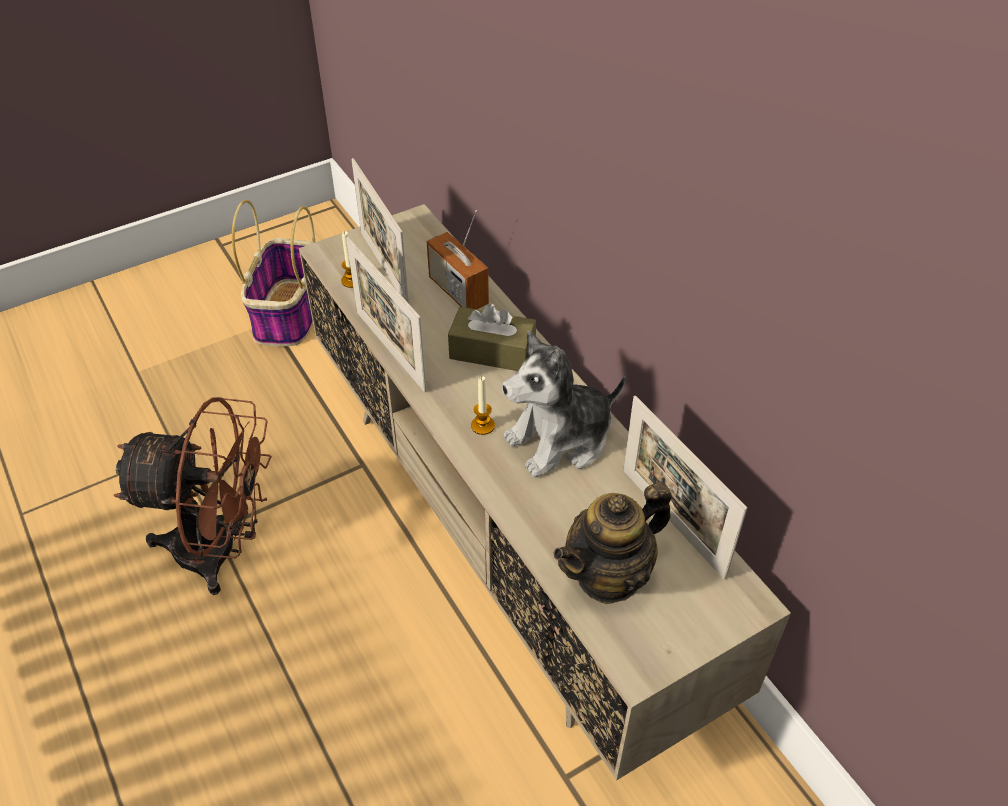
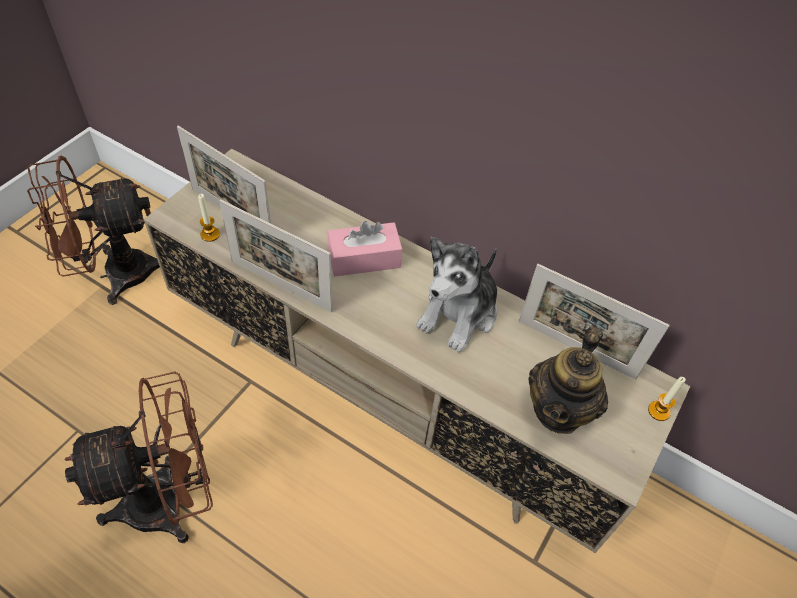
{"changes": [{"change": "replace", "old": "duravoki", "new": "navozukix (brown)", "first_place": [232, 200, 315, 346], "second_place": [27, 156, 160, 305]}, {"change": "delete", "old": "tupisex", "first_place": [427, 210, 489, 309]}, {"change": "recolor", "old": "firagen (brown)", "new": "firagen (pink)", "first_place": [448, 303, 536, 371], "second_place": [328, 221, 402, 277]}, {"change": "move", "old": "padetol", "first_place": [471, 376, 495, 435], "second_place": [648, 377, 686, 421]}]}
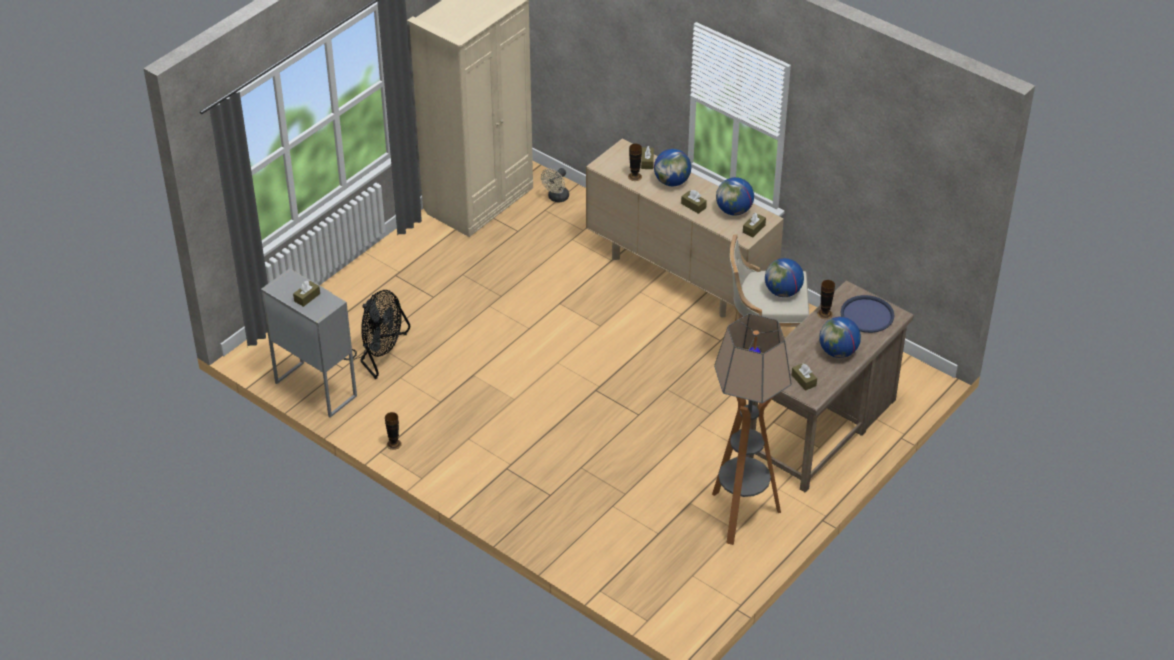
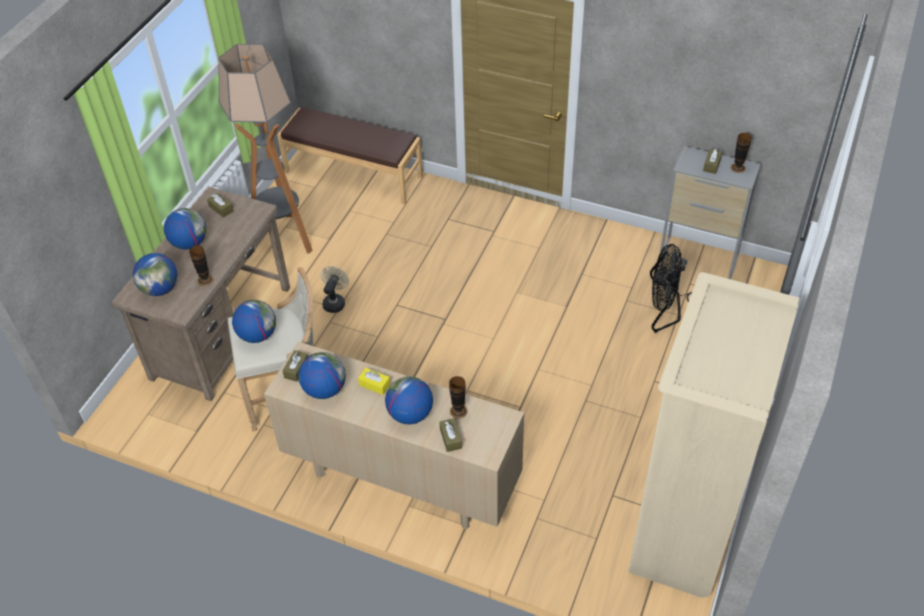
{"changes": [{"change": "move", "old": "navozukix (beige)", "first_place": [541, 168, 569, 203], "second_place": [321, 266, 349, 313]}, {"change": "recolor", "old": "firagen (brown)", "new": "firagen (yellow)", "first_place": [681, 190, 707, 214], "second_place": [358, 368, 391, 395]}, {"change": "replace", "old": "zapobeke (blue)", "new": "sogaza", "first_place": [841, 295, 895, 333], "second_place": [133, 253, 178, 296]}, {"change": "move", "old": "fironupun", "first_place": [385, 412, 402, 450], "second_place": [730, 133, 752, 173]}, {"change": "insert", "new": "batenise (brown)", "second_place": [277, 107, 423, 205]}]}
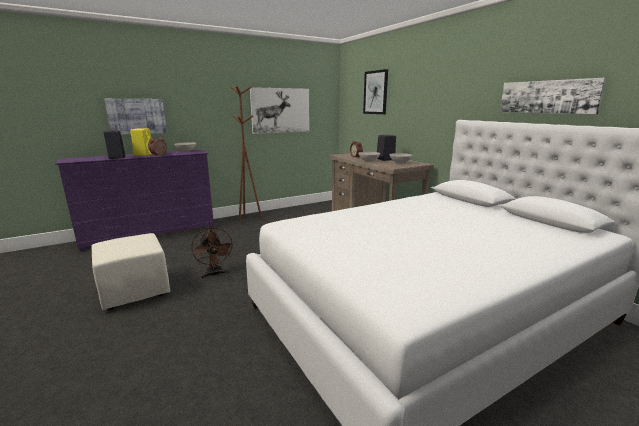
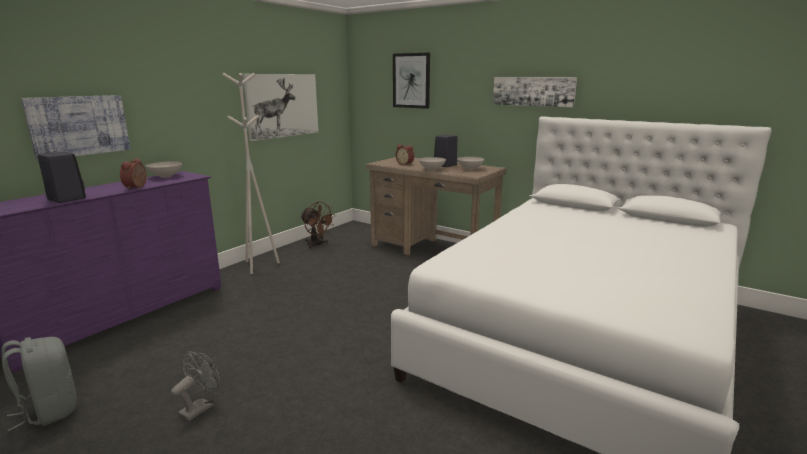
{"changes": [{"change": "move", "old": "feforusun", "first_place": [500, 78, 607, 114], "second_place": [493, 77, 577, 107]}, {"change": "recolor", "old": "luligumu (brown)", "new": "luligumu (grey)", "first_place": [231, 85, 262, 223], "second_place": [222, 73, 280, 274]}, {"change": "delete", "old": "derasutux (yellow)", "first_place": [130, 129, 152, 156]}, {"change": "move", "old": "navozukix (brown)", "first_place": [191, 227, 233, 279], "second_place": [300, 201, 336, 249]}, {"change": "replace", "old": "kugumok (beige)", "new": "navozukix (grey)", "first_place": [91, 233, 170, 310], "second_place": [171, 351, 220, 421]}, {"change": "insert", "new": "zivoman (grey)", "second_place": [2, 337, 77, 432]}]}
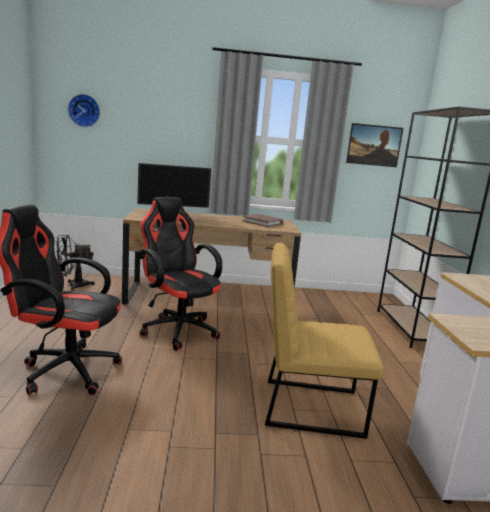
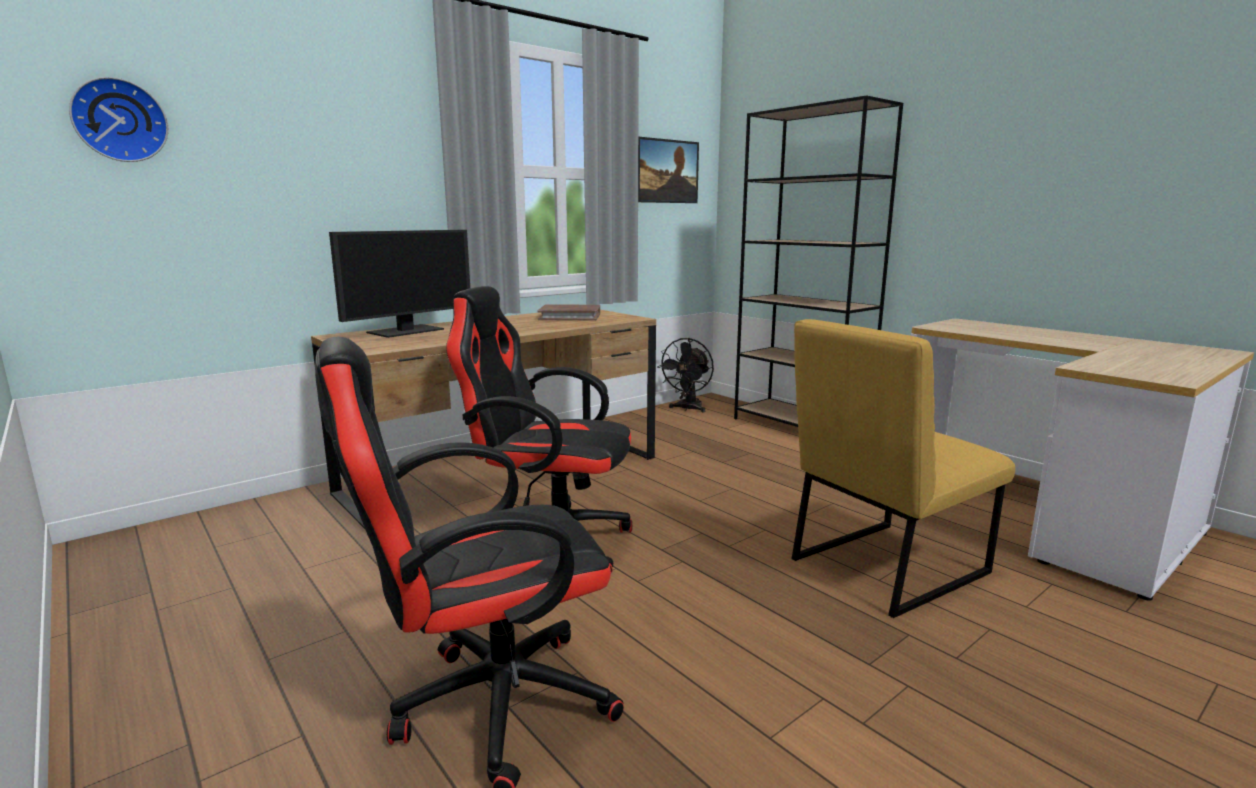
{"changes": [{"change": "move", "old": "navozukix (black)", "first_place": [56, 235, 95, 291], "second_place": [658, 338, 714, 412]}]}
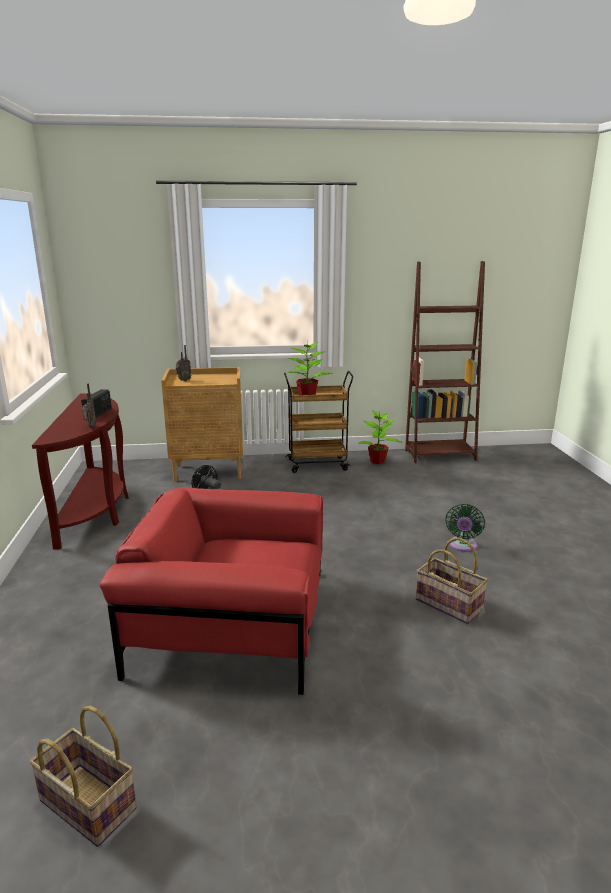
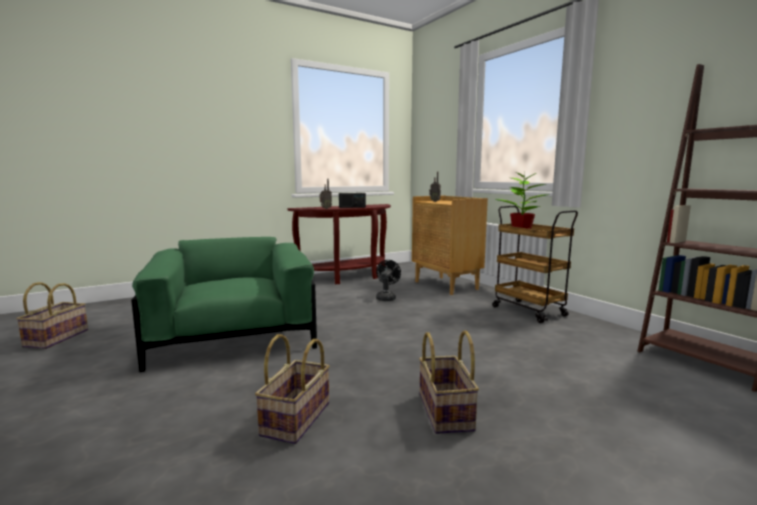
{"changes": [{"change": "delete", "old": "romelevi", "first_place": [358, 410, 403, 464]}, {"change": "recolor", "old": "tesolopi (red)", "new": "tesolopi (green)", "first_place": [99, 487, 323, 695], "second_place": [131, 237, 317, 372]}, {"change": "replace", "old": "navozukix (green)", "new": "duravoki", "first_place": [445, 504, 485, 552], "second_place": [419, 331, 479, 434]}]}
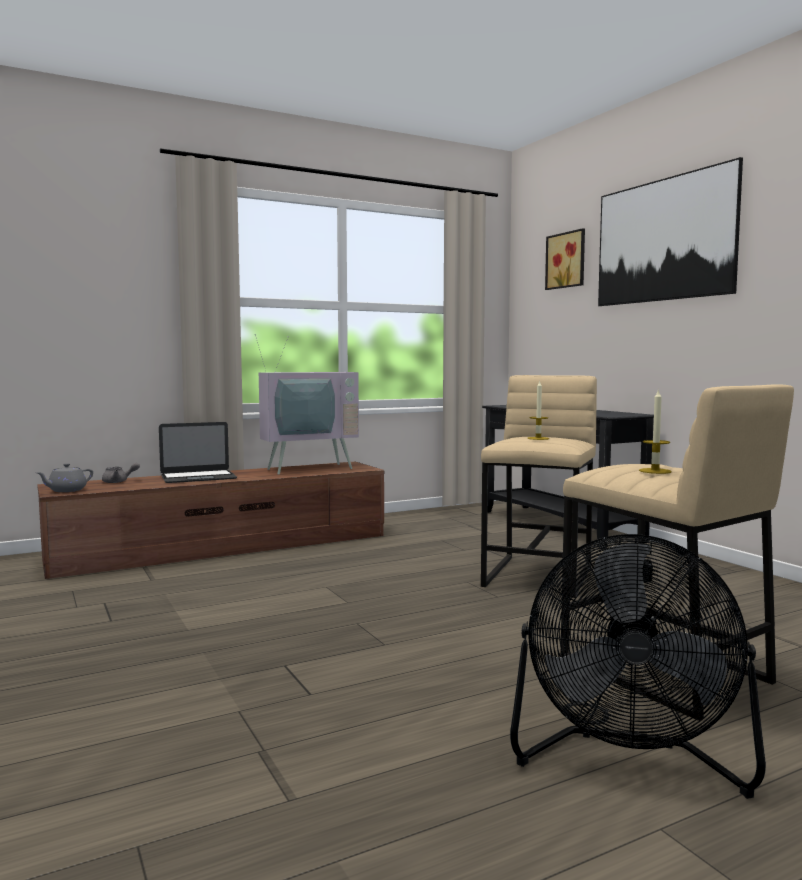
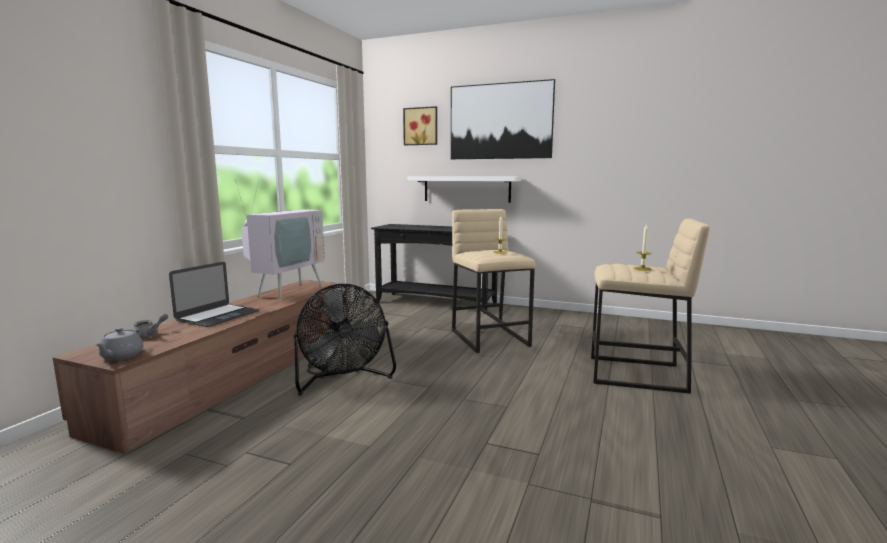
{"changes": [{"change": "move", "old": "navozukix (black)", "first_place": [510, 534, 766, 799], "second_place": [293, 284, 396, 396]}, {"change": "insert", "new": "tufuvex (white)", "second_place": [407, 176, 521, 203]}]}
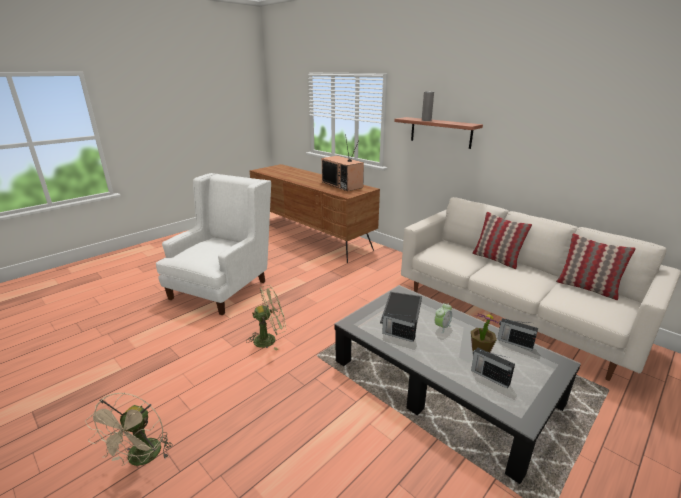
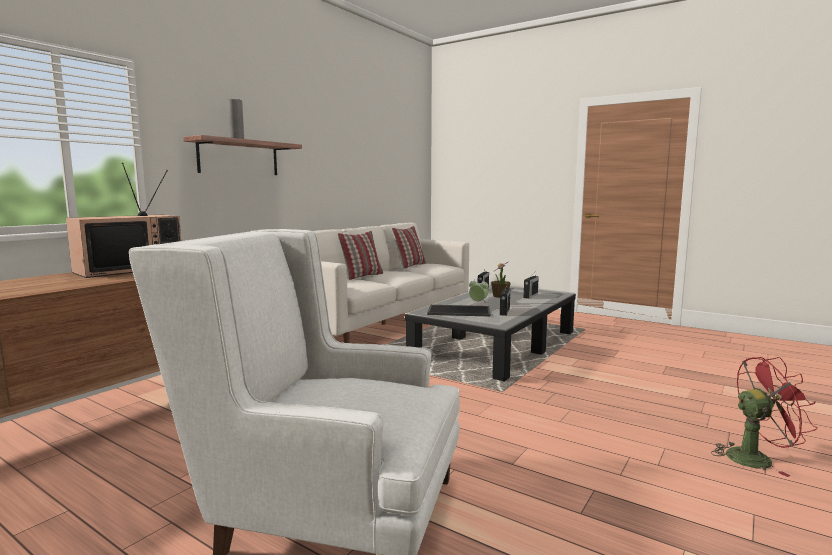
{"changes": [{"change": "delete", "old": "navozukix (green)", "first_place": [247, 285, 286, 351]}, {"change": "recolor", "old": "navozukix (beige)", "new": "navozukix (red)", "first_place": [85, 392, 173, 466], "second_place": [711, 357, 817, 477]}]}
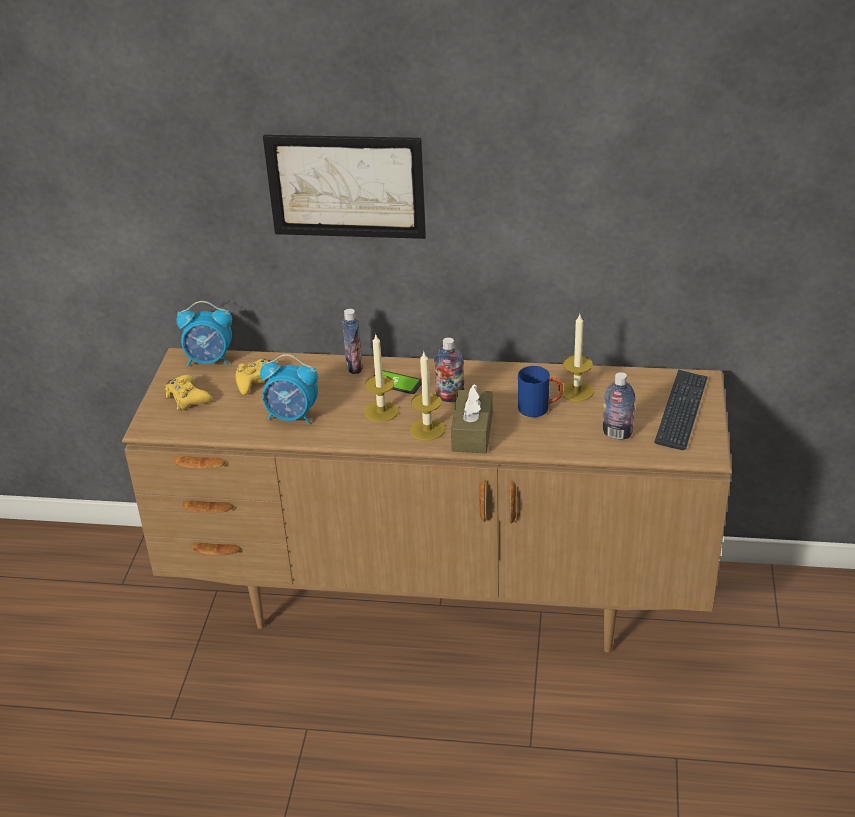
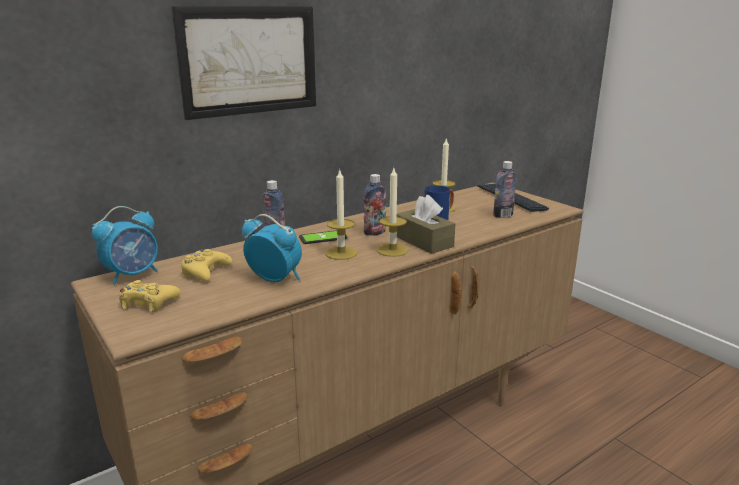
{"changes": [{"change": "rotate", "old": "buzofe", "first_place": [260, 354, 318, 424], "second_place": [242, 214, 302, 282], "degrees": -120}]}
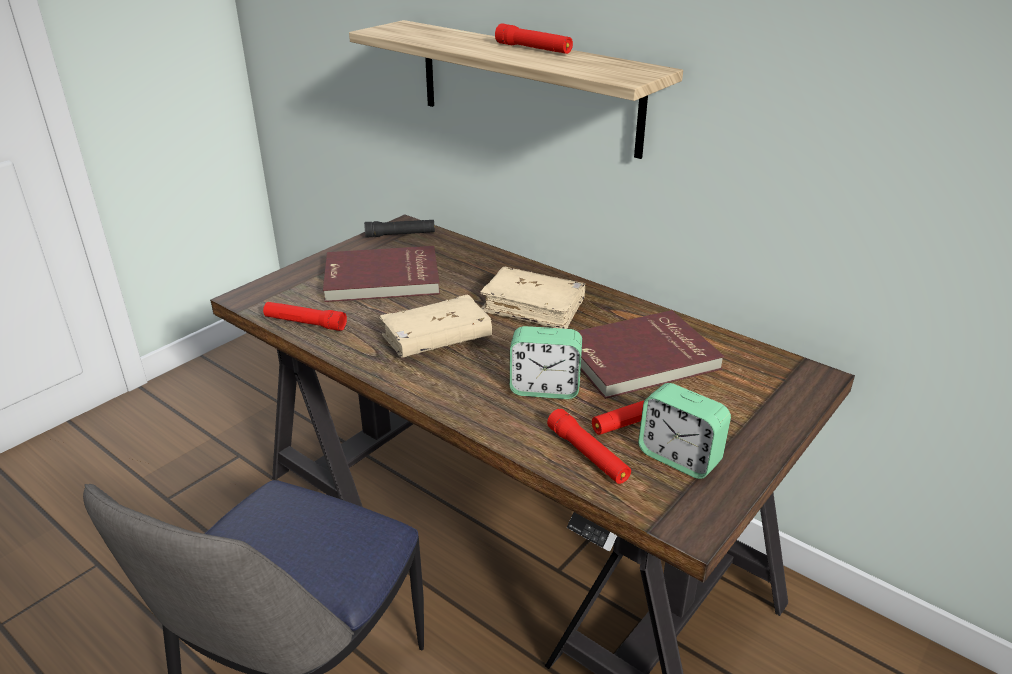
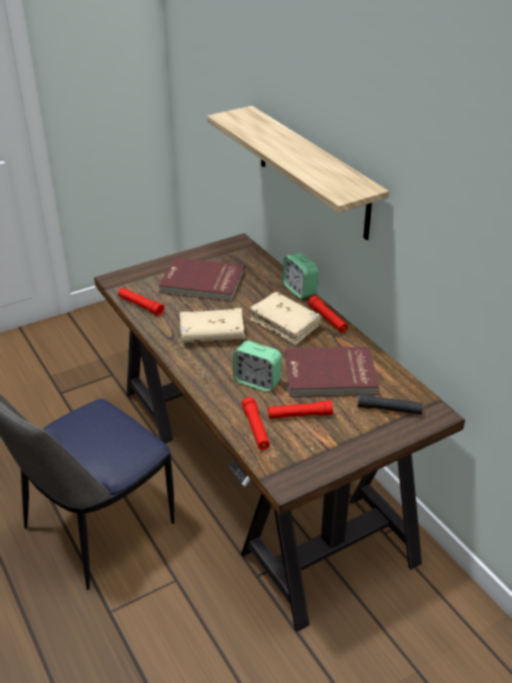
{"changes": [{"change": "move", "old": "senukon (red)", "first_place": [495, 23, 573, 54], "second_place": [308, 296, 348, 333]}, {"change": "move", "old": "senukon (black)", "first_place": [364, 220, 435, 238], "second_place": [358, 393, 423, 414]}, {"change": "move", "old": "buzofe", "first_place": [638, 383, 731, 479], "second_place": [282, 252, 319, 299]}]}
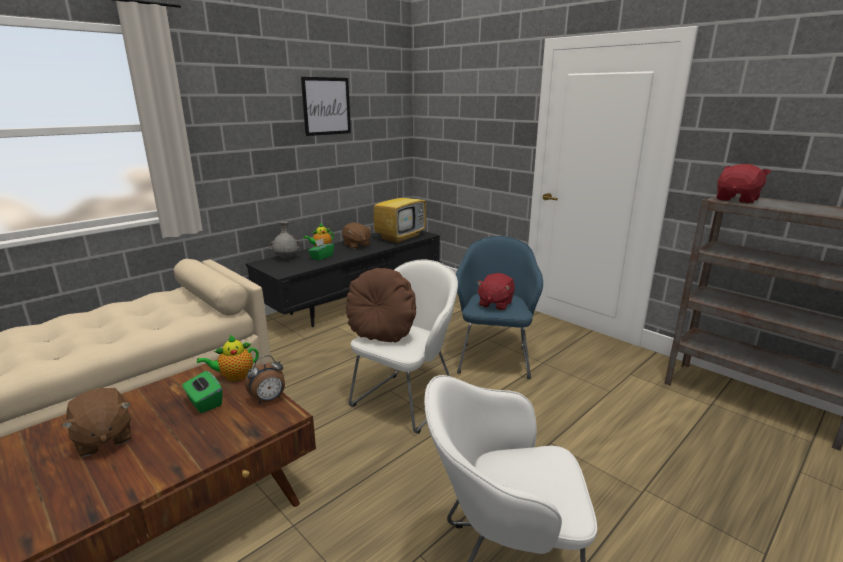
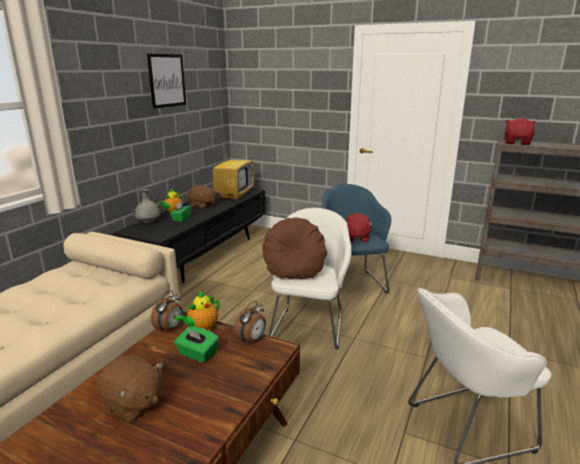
{"changes": [{"change": "insert", "new": "buzofe", "second_place": [151, 290, 183, 334]}]}
